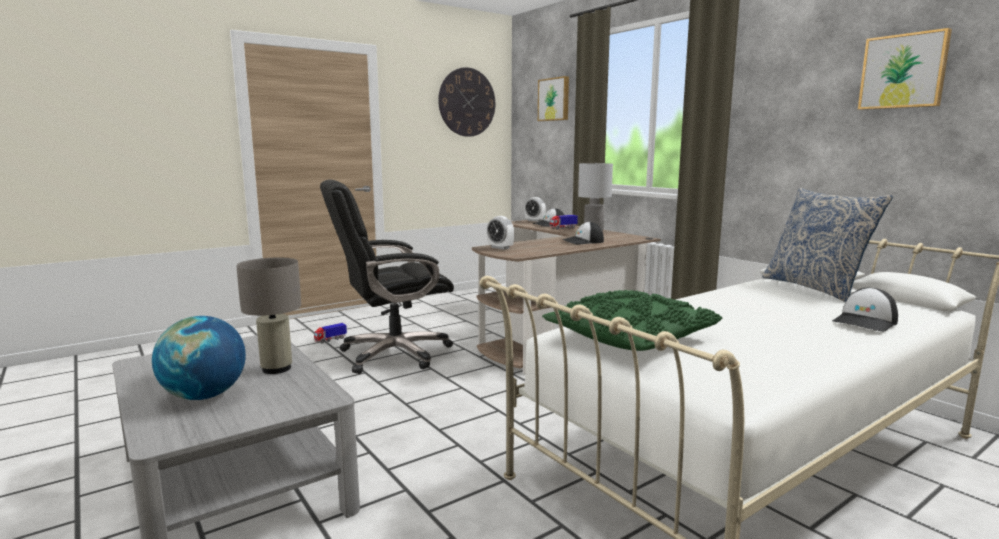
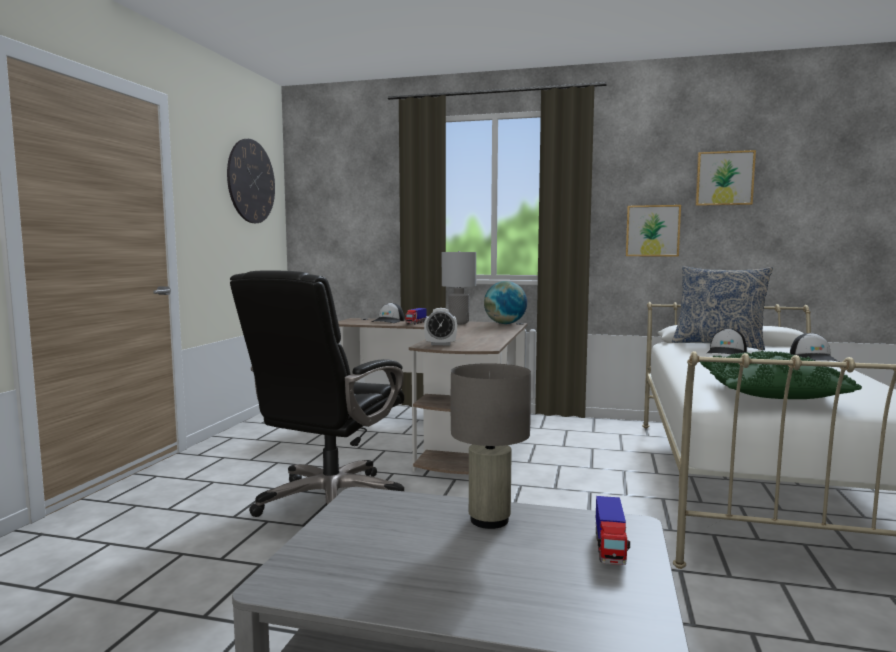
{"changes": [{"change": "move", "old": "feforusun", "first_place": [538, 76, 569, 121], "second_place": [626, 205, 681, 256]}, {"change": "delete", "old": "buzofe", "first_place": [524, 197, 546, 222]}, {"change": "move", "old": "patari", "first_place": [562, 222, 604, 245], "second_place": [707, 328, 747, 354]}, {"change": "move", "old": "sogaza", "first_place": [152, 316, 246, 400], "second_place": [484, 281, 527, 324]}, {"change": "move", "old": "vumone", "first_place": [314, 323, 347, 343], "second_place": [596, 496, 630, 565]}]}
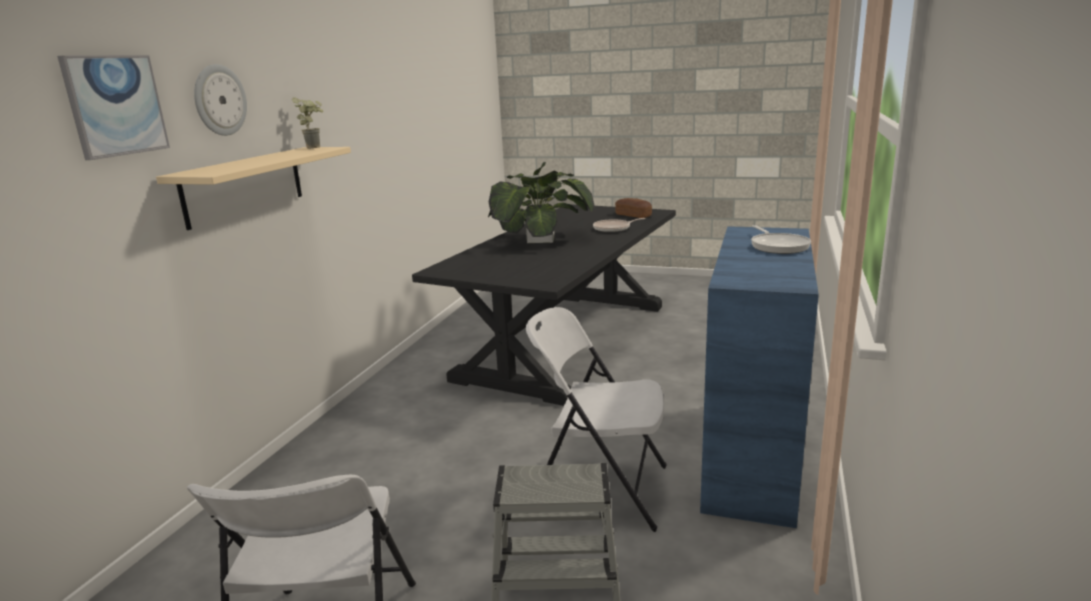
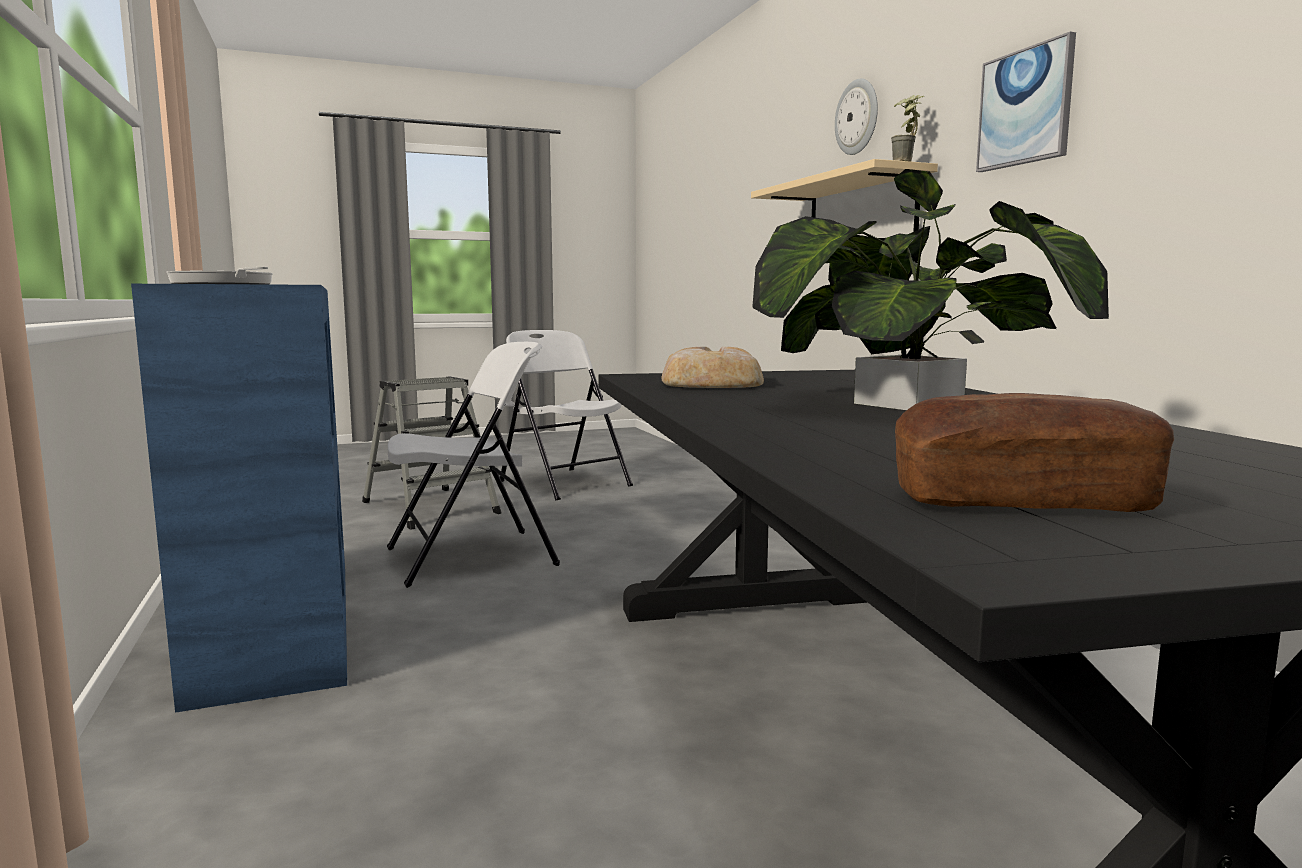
{"changes": [{"change": "move", "old": "feforusun", "first_place": [57, 55, 170, 160], "second_place": [976, 32, 1076, 172]}, {"change": "delete", "old": "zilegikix", "first_place": [593, 218, 645, 232]}, {"change": "insert", "new": "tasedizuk", "second_place": [661, 347, 764, 388]}]}
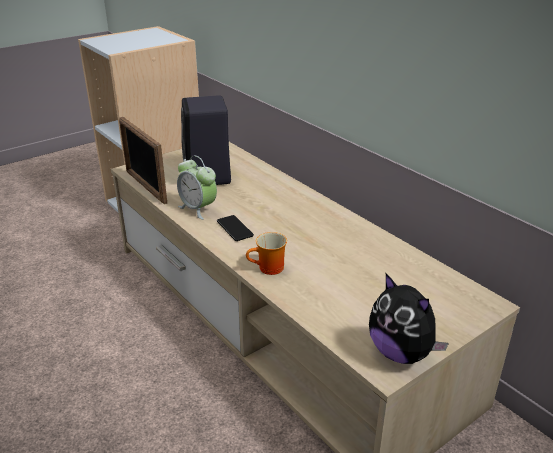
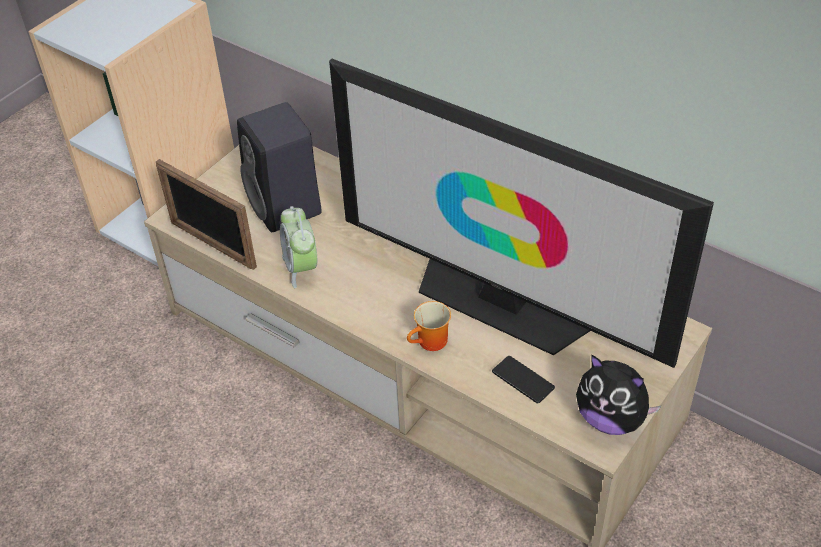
{"changes": [{"change": "rotate", "old": "buzofe", "first_place": [177, 155, 217, 220], "second_place": [280, 206, 317, 288], "degrees": 45}, {"change": "move", "old": "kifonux", "first_place": [217, 215, 254, 241], "second_place": [492, 356, 555, 403]}, {"change": "insert", "new": "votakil", "second_place": [329, 59, 714, 368]}]}
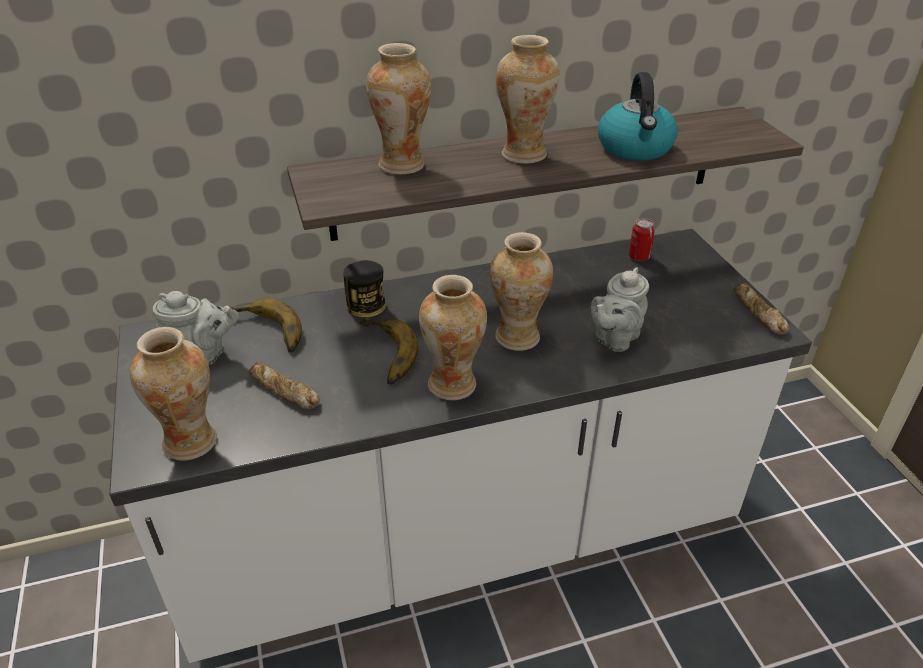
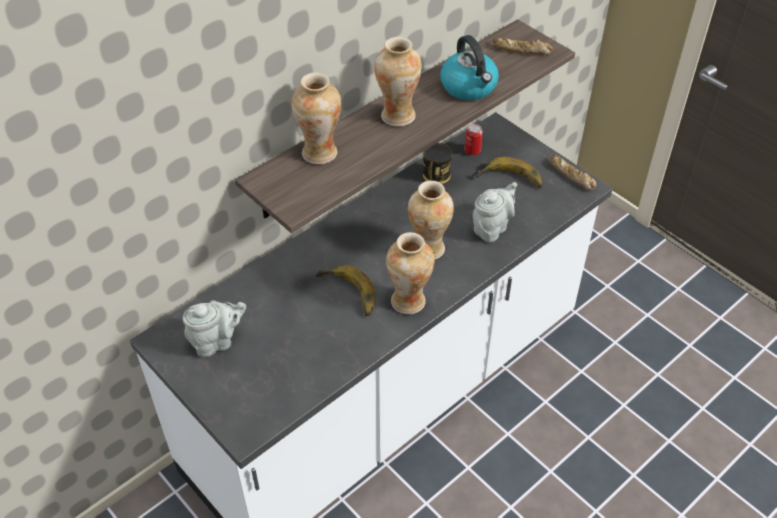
{"changes": [{"change": "move", "old": "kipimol", "first_place": [343, 260, 386, 318], "second_place": [423, 143, 452, 184]}, {"change": "rotate", "old": "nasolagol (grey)", "first_place": [591, 267, 649, 352], "second_place": [473, 182, 517, 242], "degrees": -150}, {"change": "move", "old": "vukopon", "first_place": [230, 298, 302, 353], "second_place": [476, 157, 543, 189]}, {"change": "delete", "old": "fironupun", "first_place": [130, 327, 217, 461]}, {"change": "move", "old": "tasedizuk", "first_place": [248, 362, 320, 409], "second_place": [492, 38, 553, 55]}]}
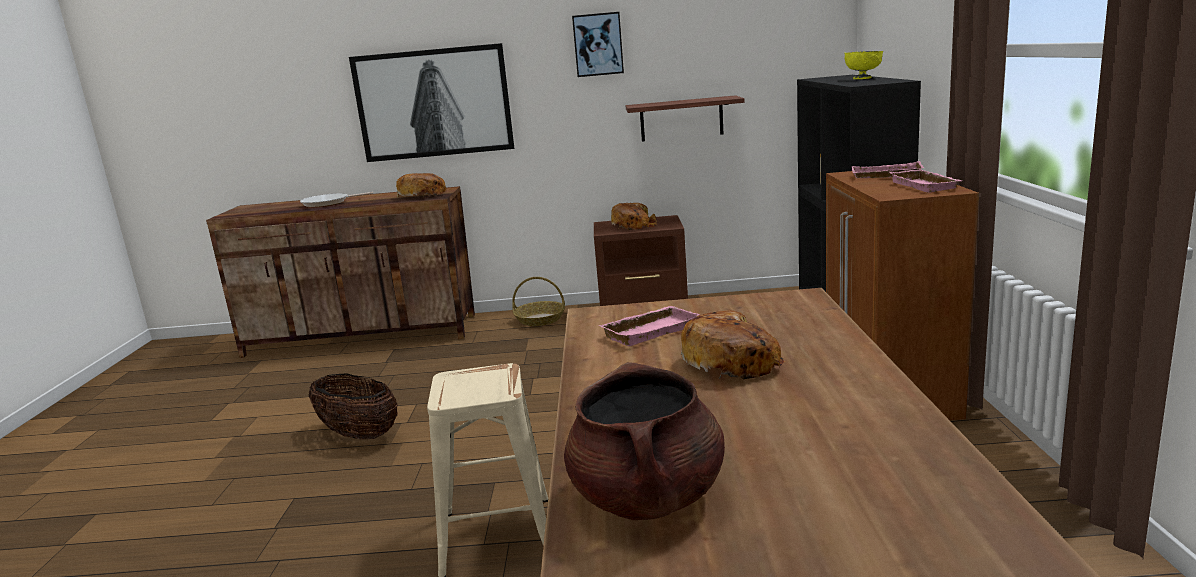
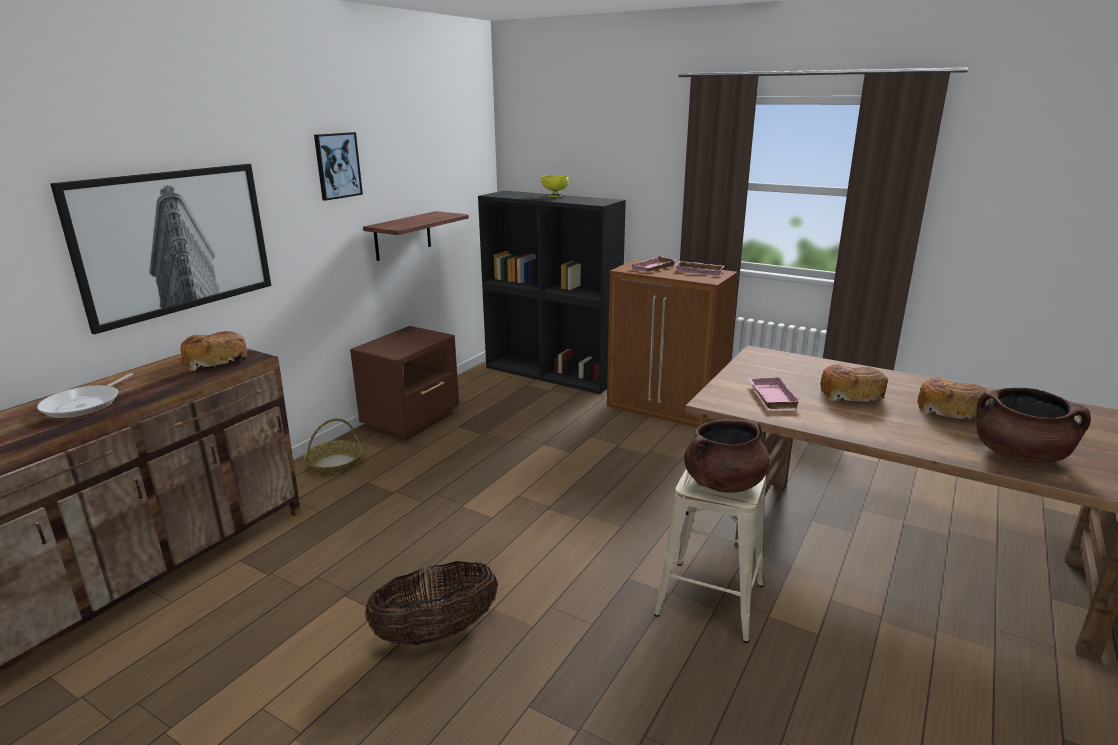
{"changes": [{"change": "move", "old": "tasedizuk", "first_place": [611, 203, 657, 230], "second_place": [917, 377, 993, 419]}, {"change": "insert", "new": "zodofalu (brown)", "second_place": [684, 419, 770, 493]}]}
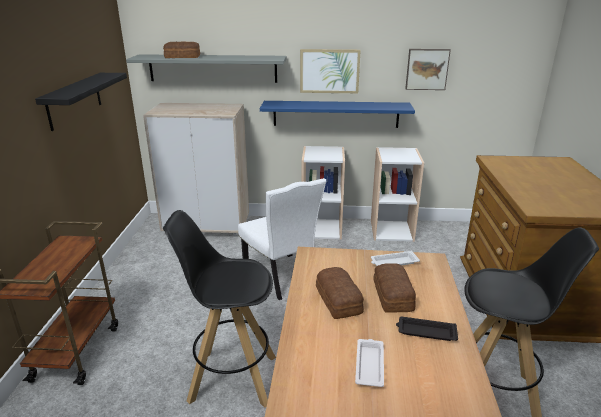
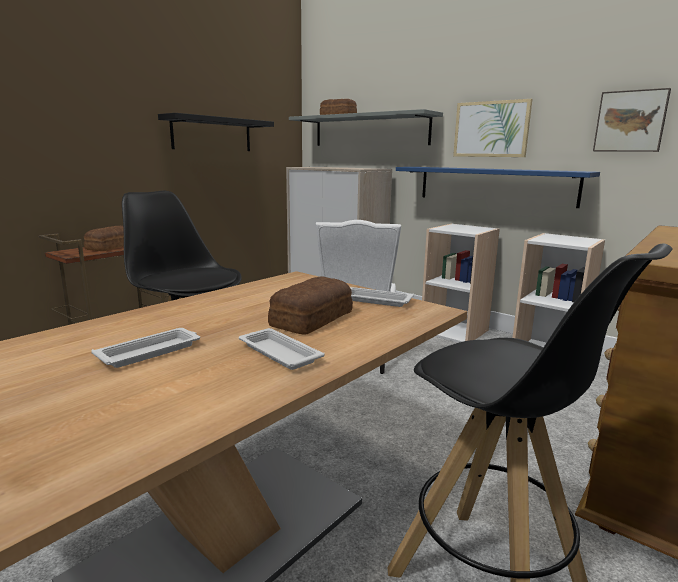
{"changes": [{"change": "move", "old": "tasedizuk", "first_place": [316, 267, 364, 319], "second_place": [84, 226, 124, 251]}, {"change": "recolor", "old": "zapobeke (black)", "new": "zapobeke (white)", "first_place": [396, 316, 458, 341], "second_place": [239, 328, 325, 370]}]}
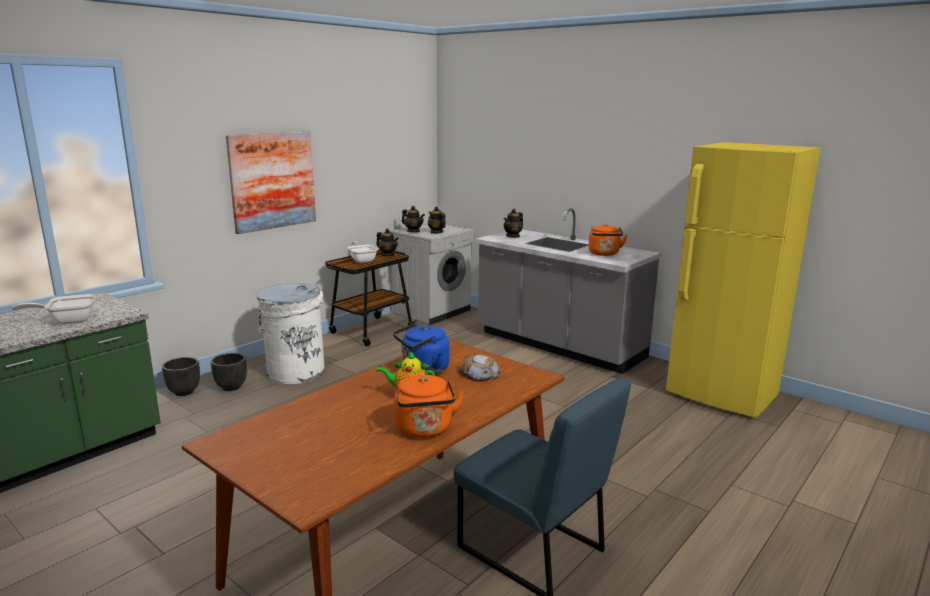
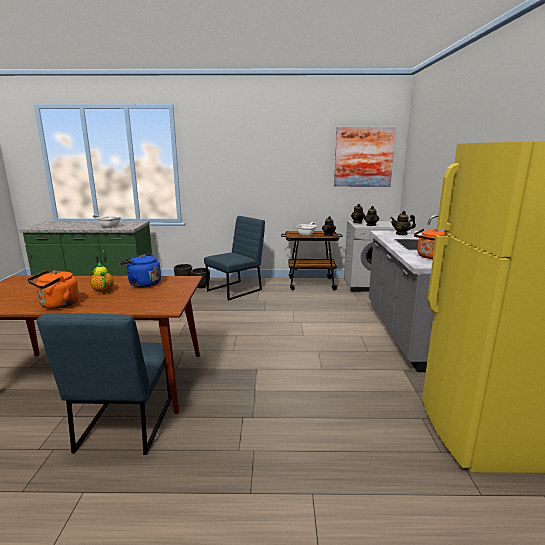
{"changes": [{"change": "move", "old": "feforusun", "first_place": [226, 132, 316, 234], "second_place": [334, 127, 396, 187]}, {"change": "replace", "old": "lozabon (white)", "new": "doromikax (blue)", "first_place": [256, 283, 325, 384], "second_place": [204, 216, 265, 301]}, {"change": "delete", "old": "tasedizuk", "first_place": [459, 353, 501, 382]}]}
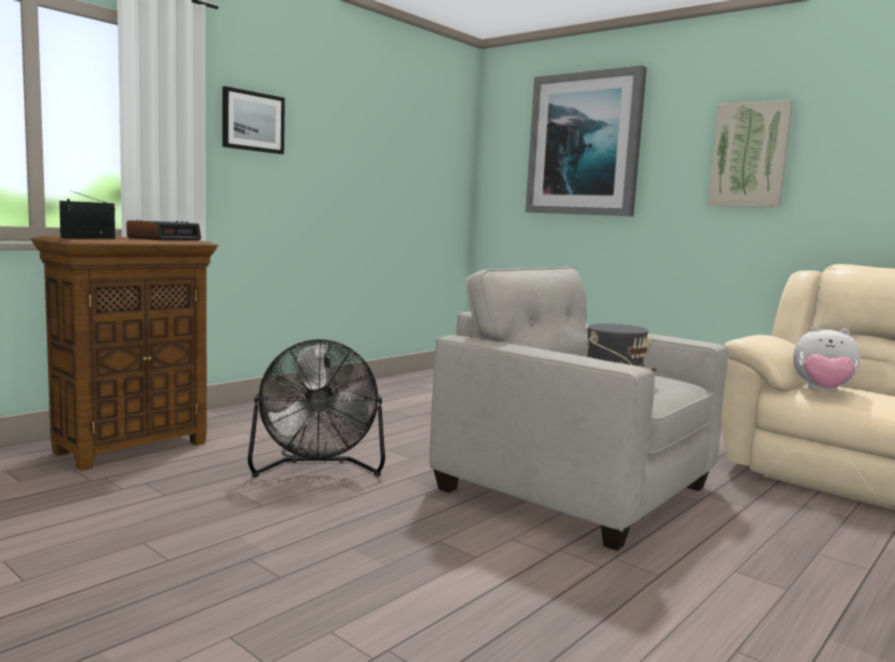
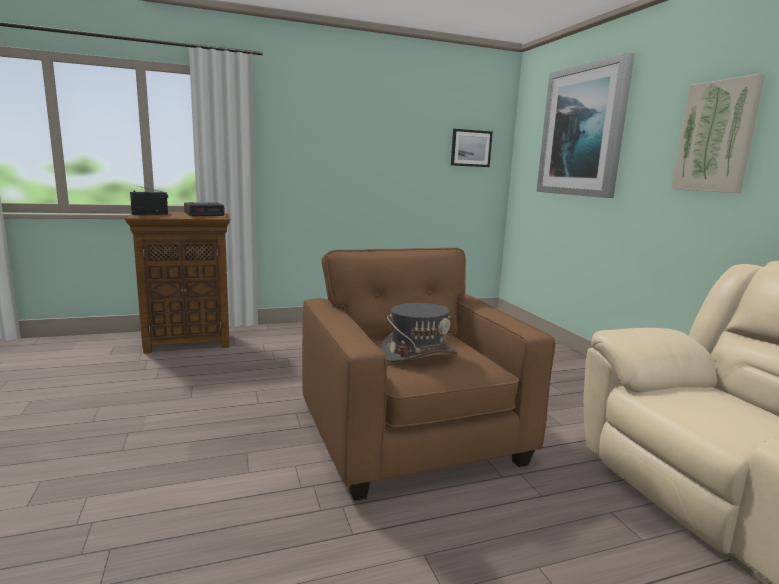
{"changes": [{"change": "move", "old": "feforusun", "first_place": [222, 86, 285, 154], "second_place": [451, 129, 493, 167]}, {"change": "recolor", "old": "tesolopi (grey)", "new": "tesolopi (brown)", "first_place": [429, 266, 729, 551], "second_place": [302, 248, 555, 501]}, {"change": "delete", "old": "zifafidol", "first_place": [793, 326, 860, 391]}, {"change": "delete", "old": "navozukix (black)", "first_place": [248, 339, 385, 478]}]}
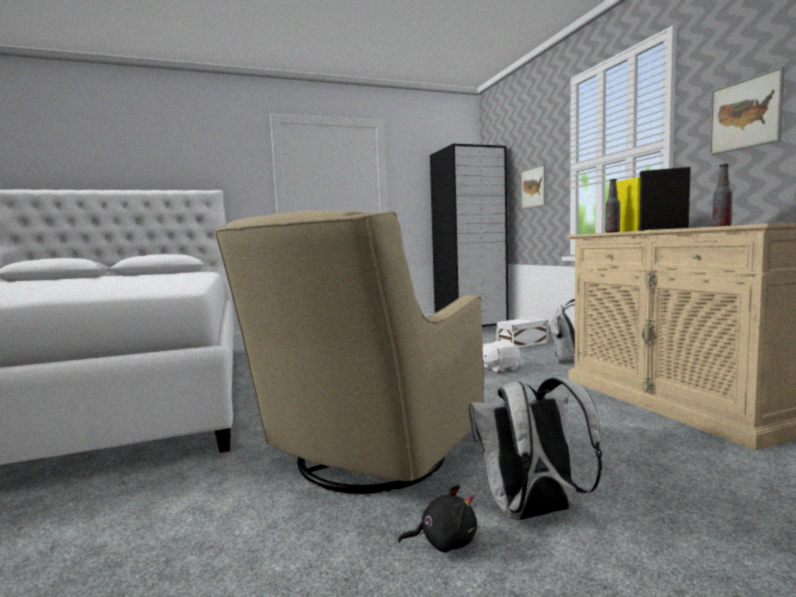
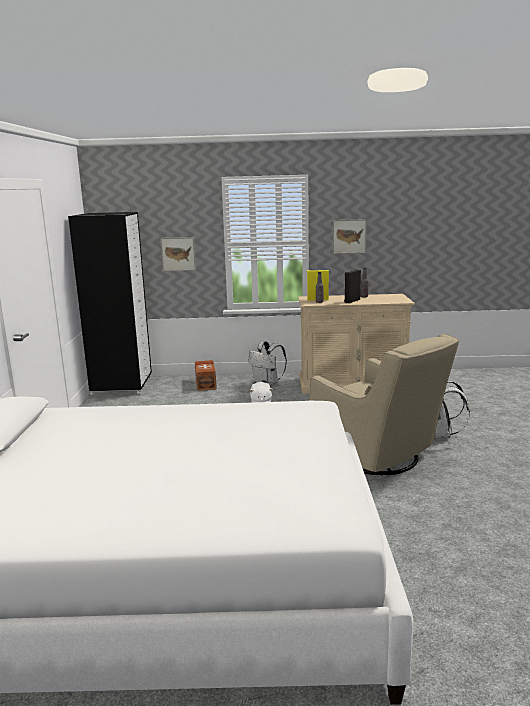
{"changes": [{"change": "recolor", "old": "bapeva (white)", "new": "bapeva (brown)", "first_place": [496, 317, 548, 348], "second_place": [195, 360, 217, 391]}, {"change": "delete", "old": "zifafidol (black)", "first_place": [398, 485, 477, 553]}]}
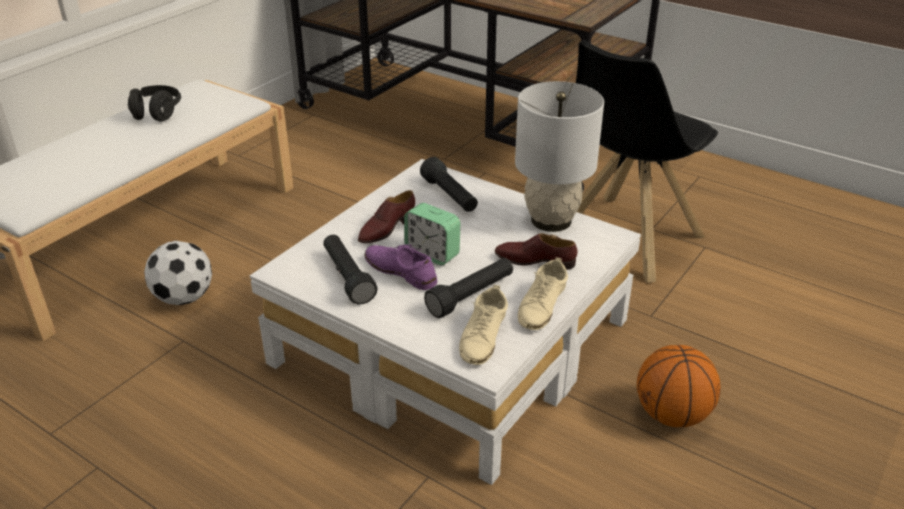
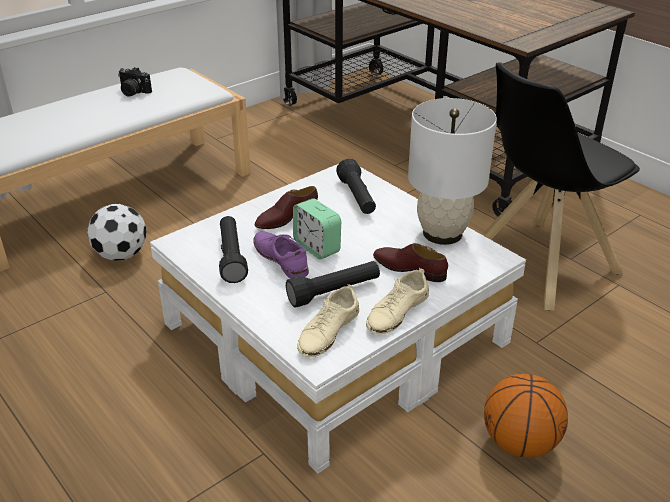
{"changes": [{"change": "replace", "old": "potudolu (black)", "new": "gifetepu", "first_place": [128, 85, 181, 121], "second_place": [118, 67, 152, 97]}]}
